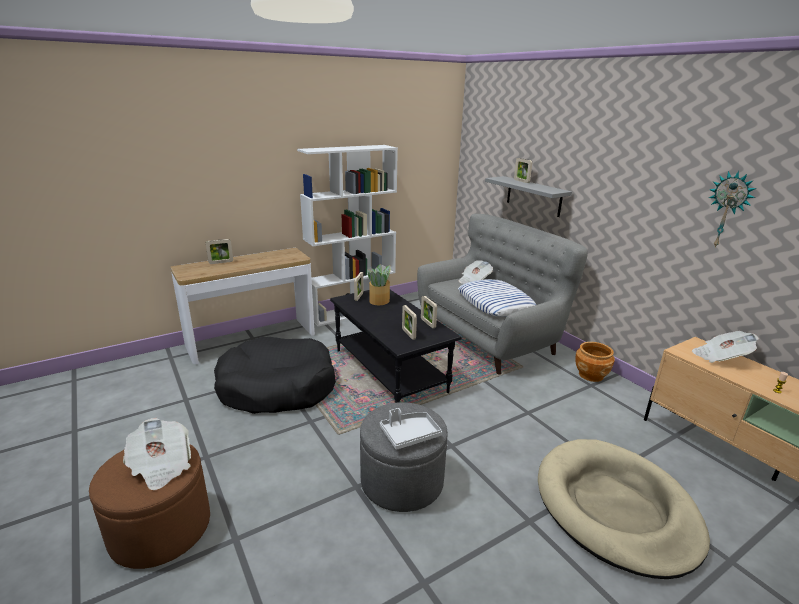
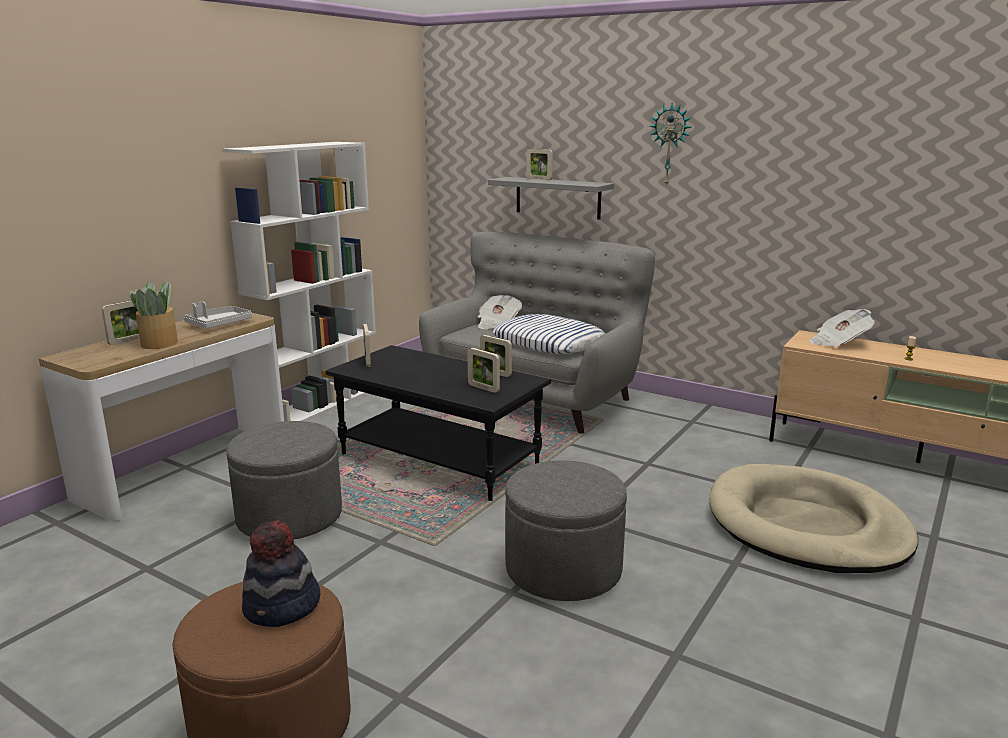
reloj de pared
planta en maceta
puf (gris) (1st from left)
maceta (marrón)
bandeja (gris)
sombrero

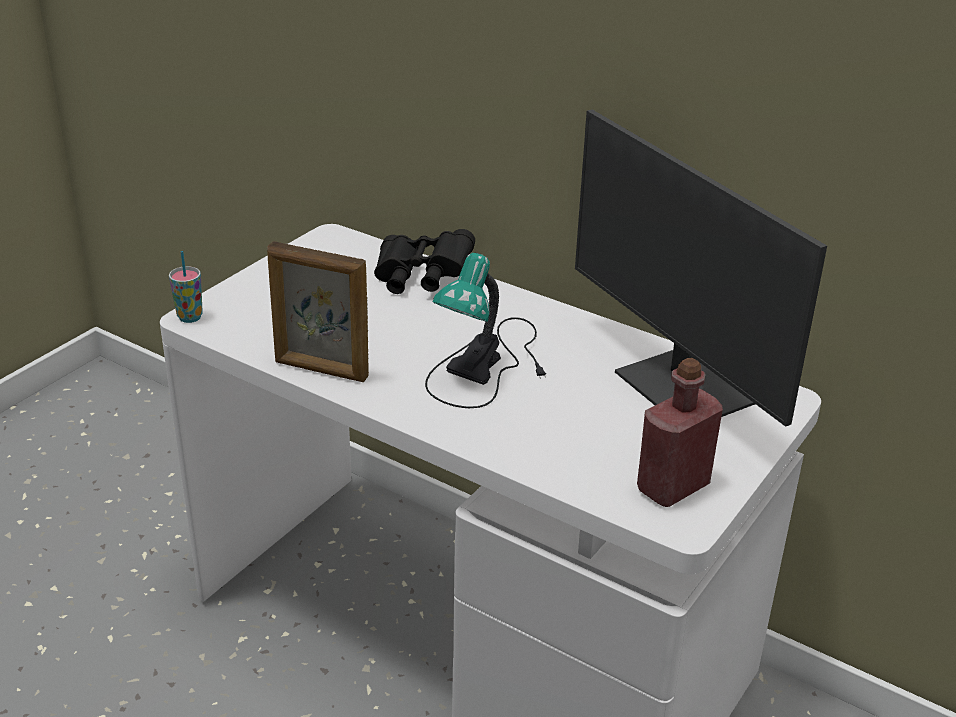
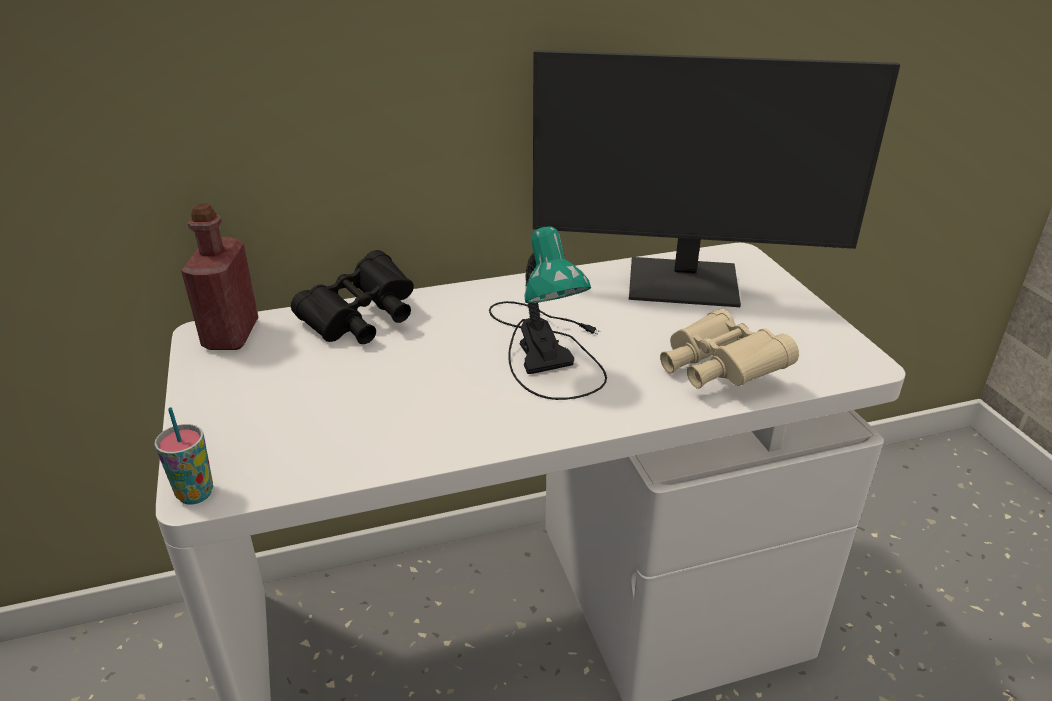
portarretratos
botella (rojo)
prismáticos (beis)

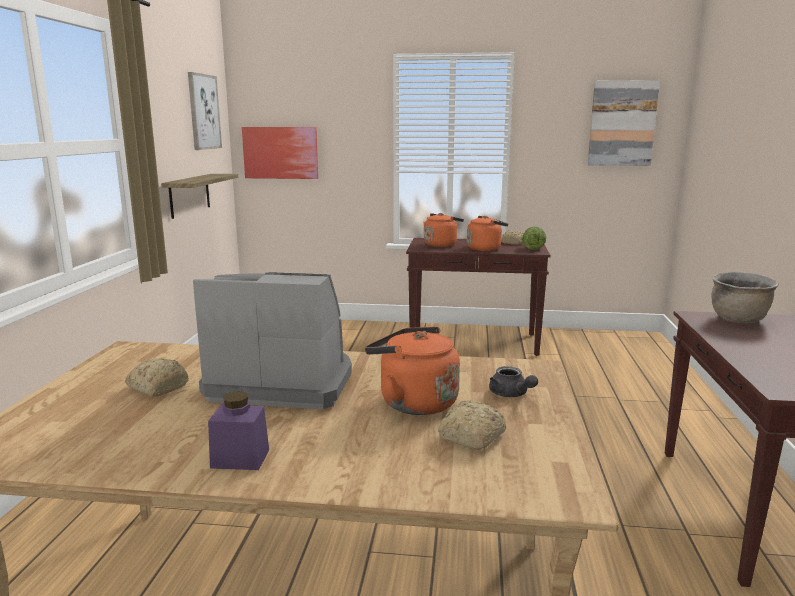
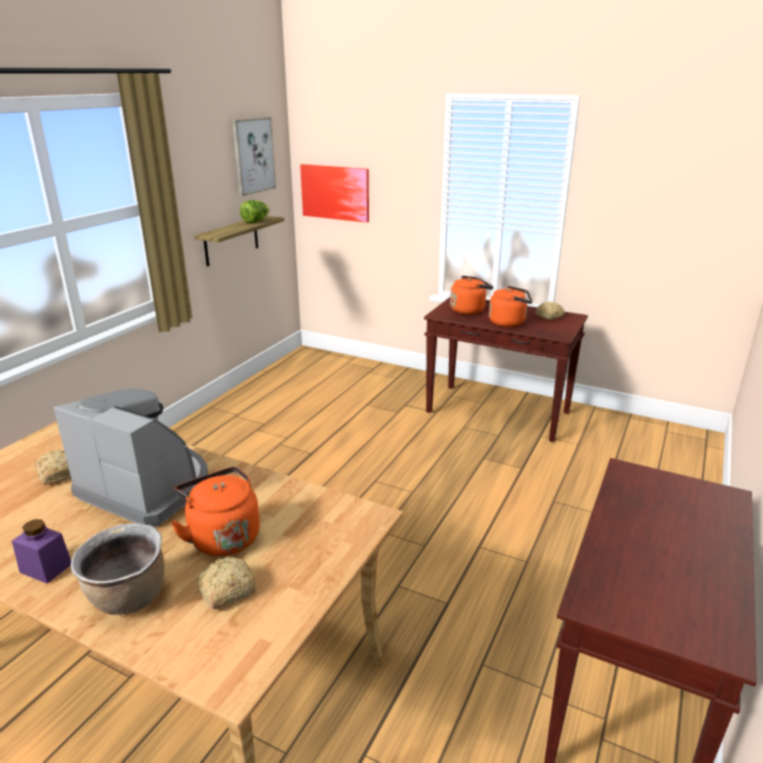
cuadro (3rd from left in the first image)
lechuga
olla (marrón)
tetera (gris)

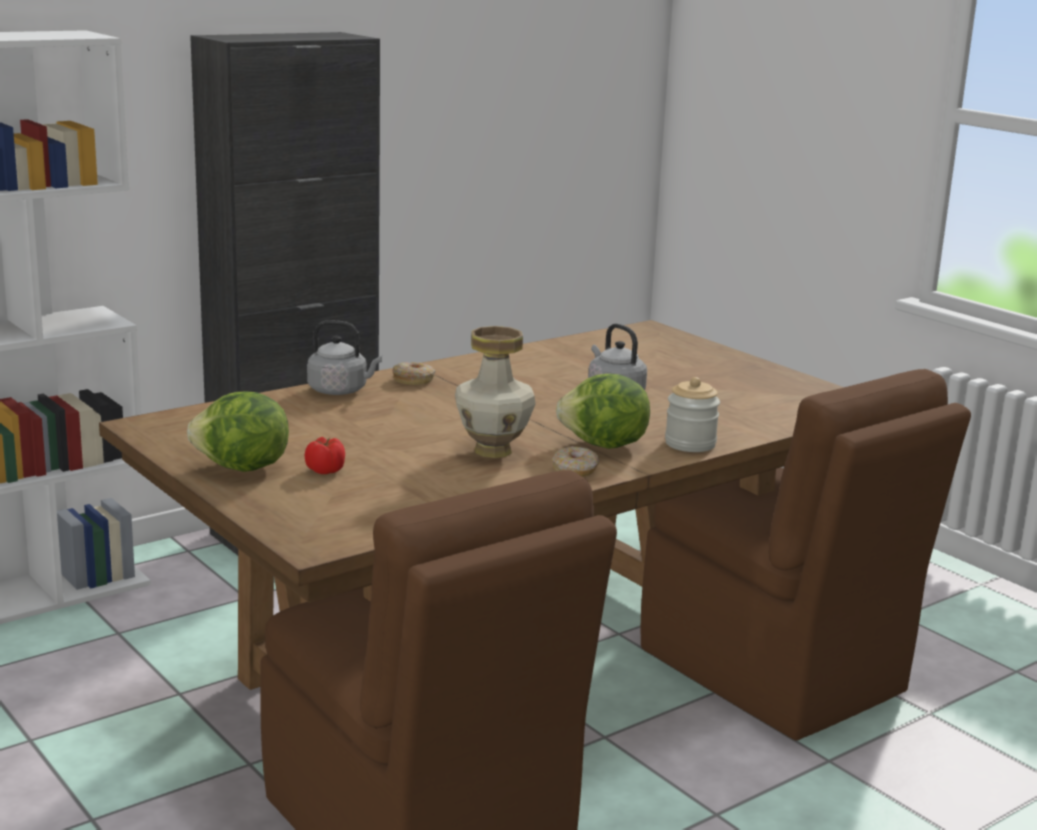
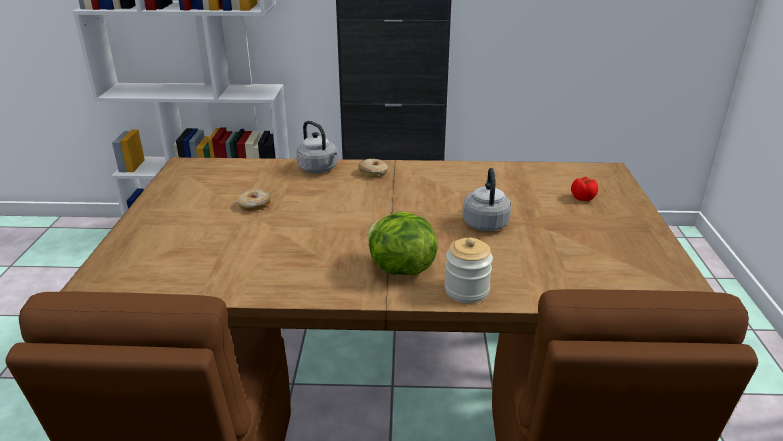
florero
lechuga (1st from left in the first image)
tomate
rosquilla (1st from left)

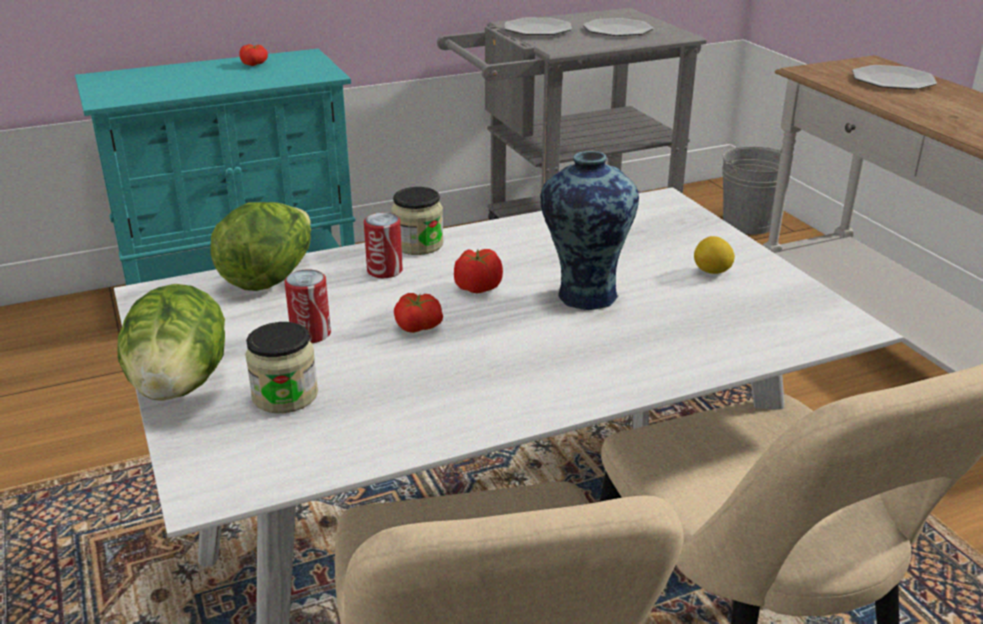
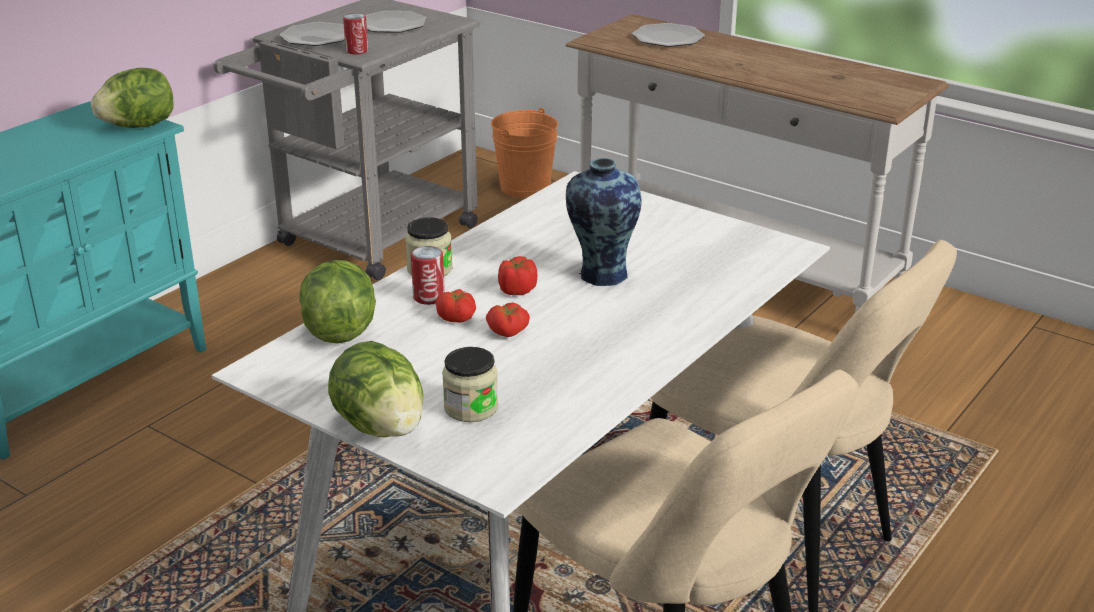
tomate (1st from left)
cubo (naranja)
limón
lata (1st from left)
lechuga (1st from left)

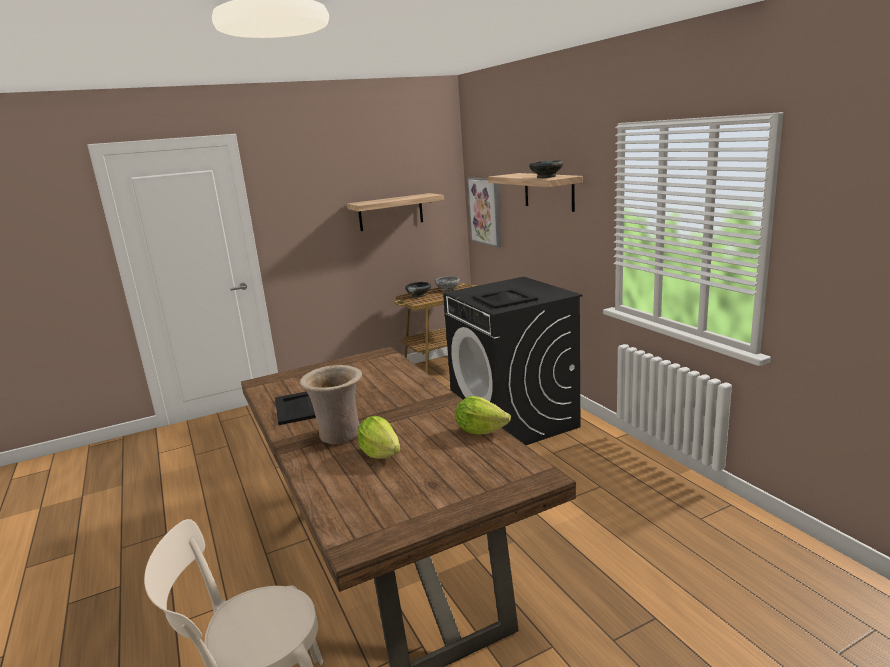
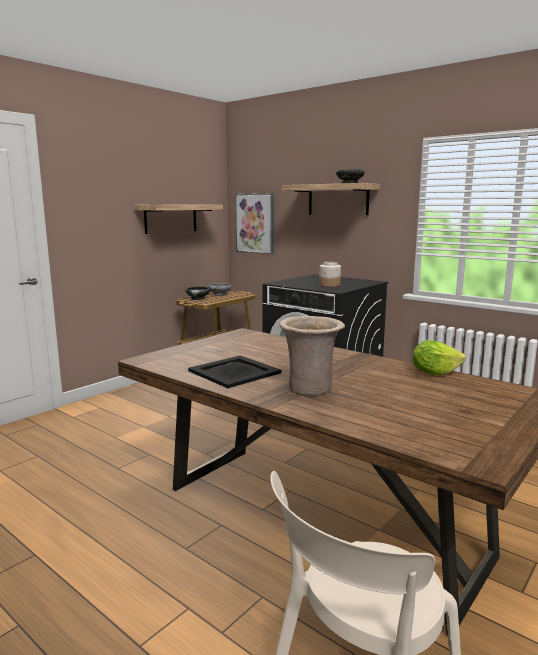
tarro
lechuga (1st from left in the first image)

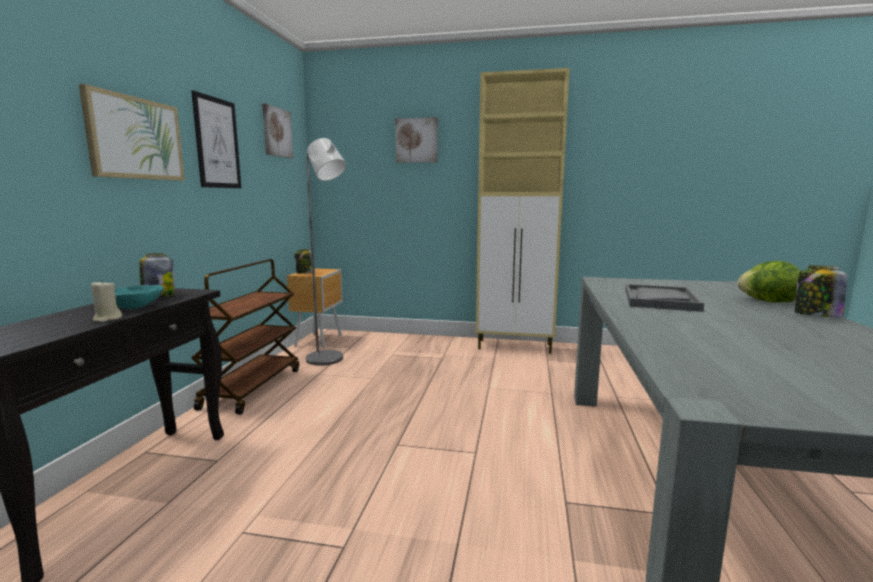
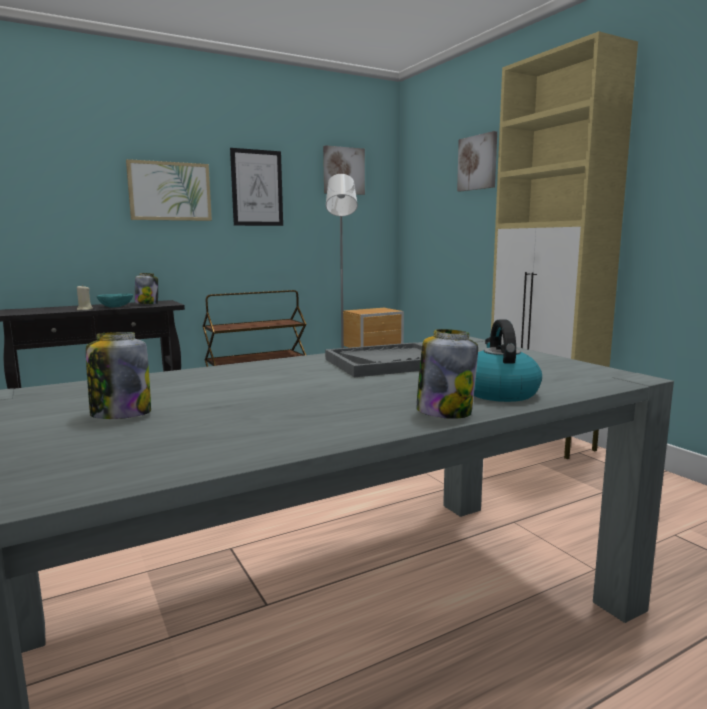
tarro (1st from left)
hervidor

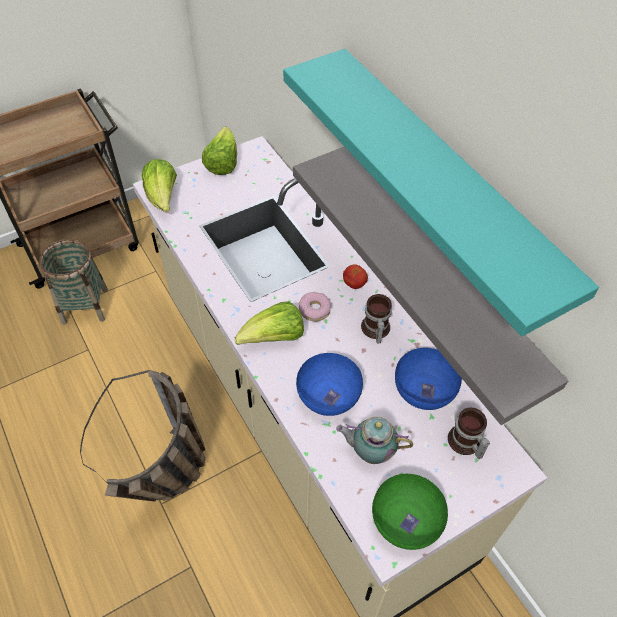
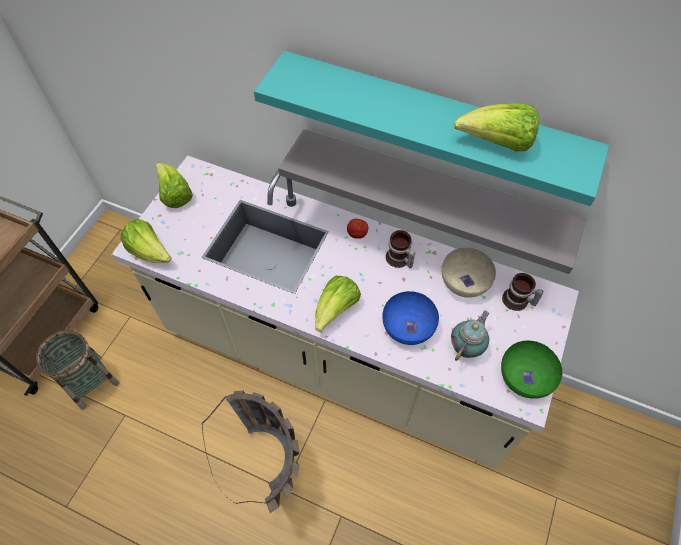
rosquilla
cuenco (beis)
tetera
lechuga (4th from left)

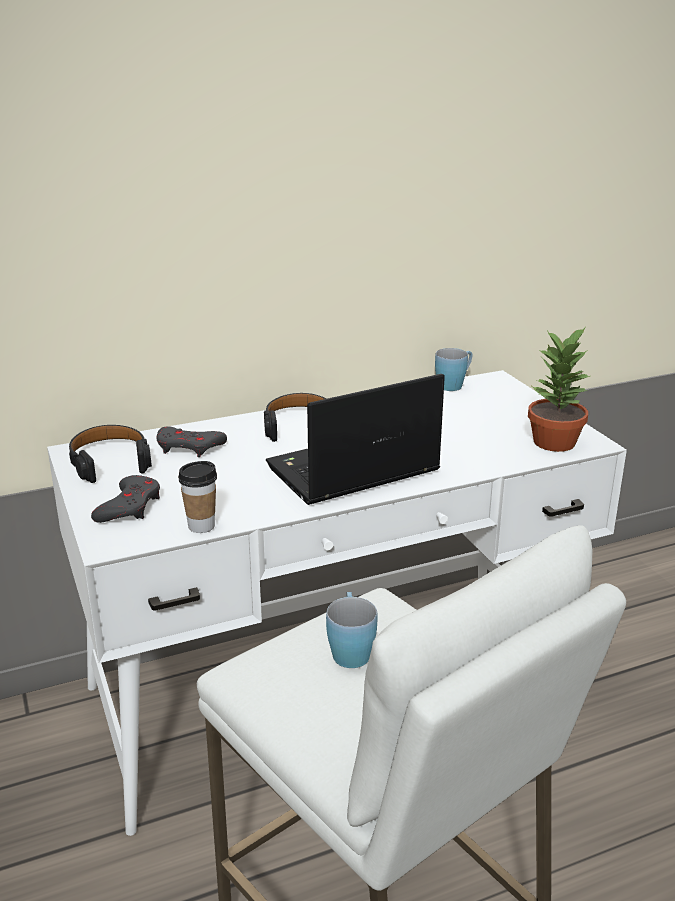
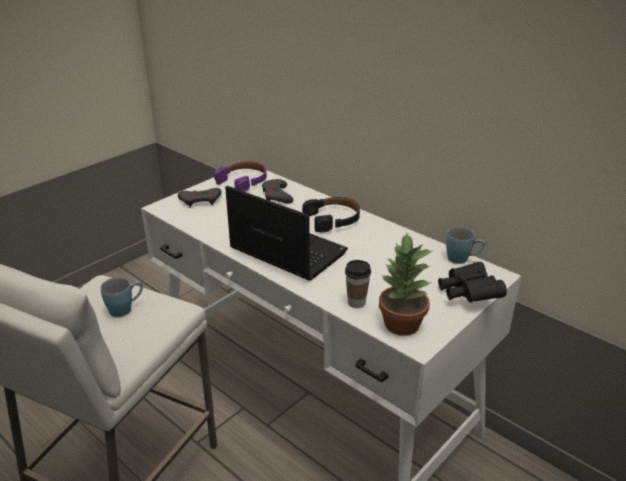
auriculares (morado)
taza
prismáticos (negro)

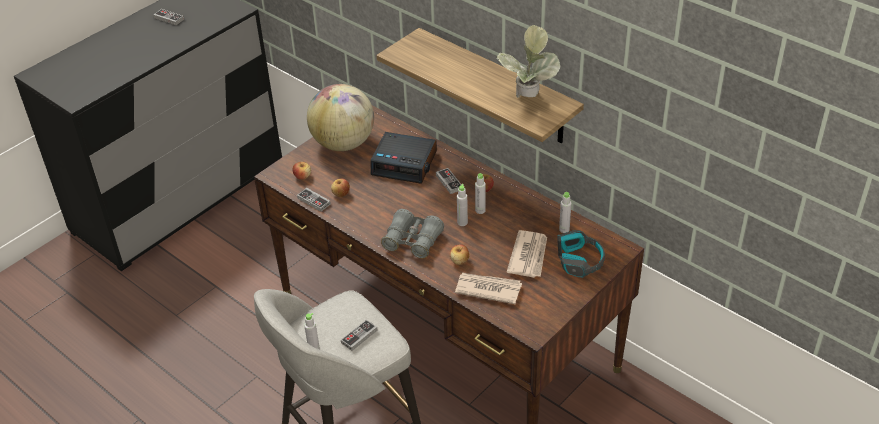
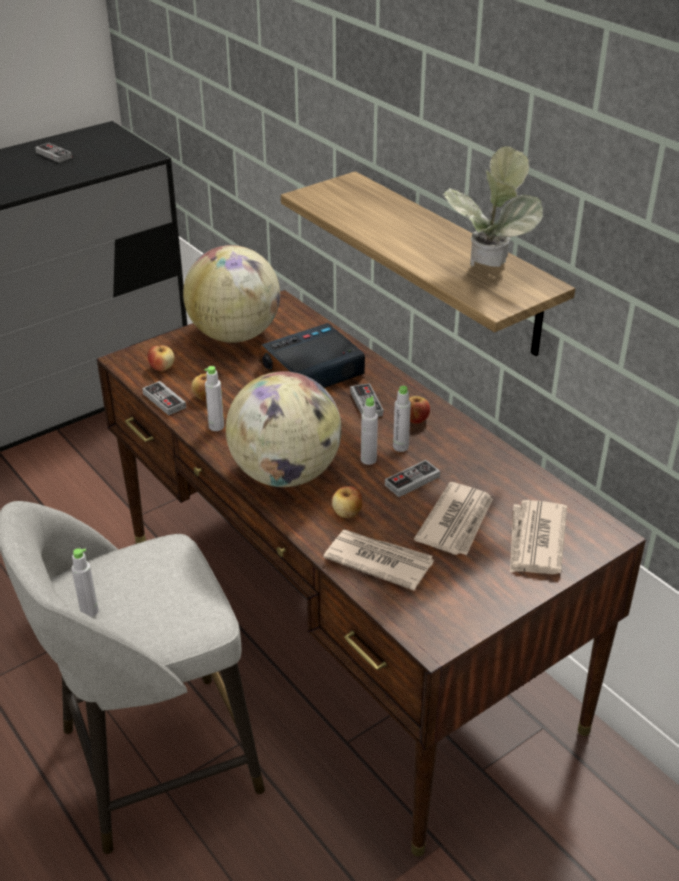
despertador
botella (gris) (2nd from left)
globo terráqueo (2nd from left)
periódico (3rd from left)
mando de consola (4th from left)

